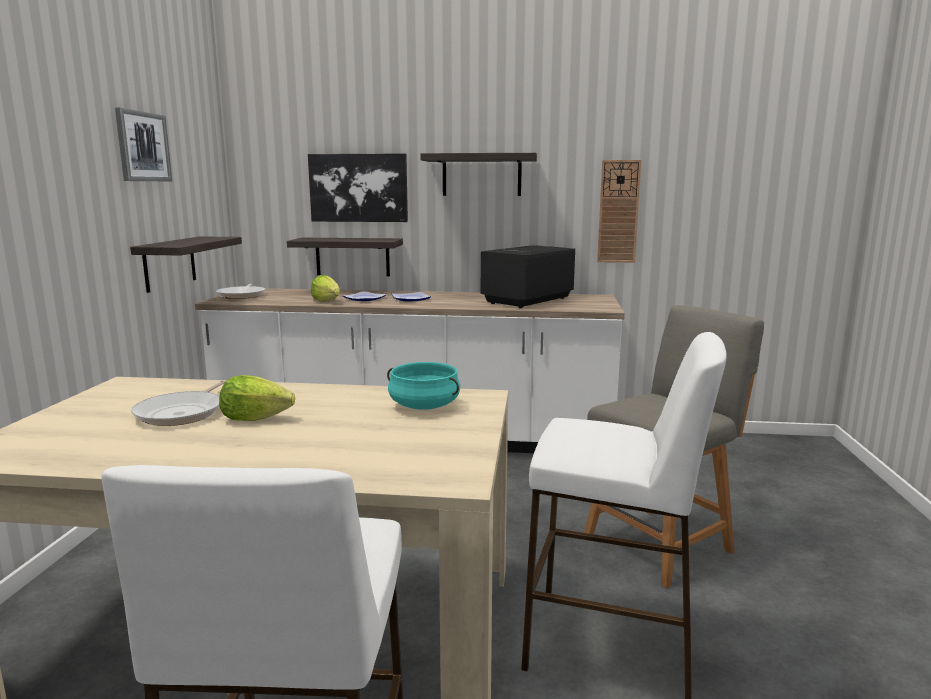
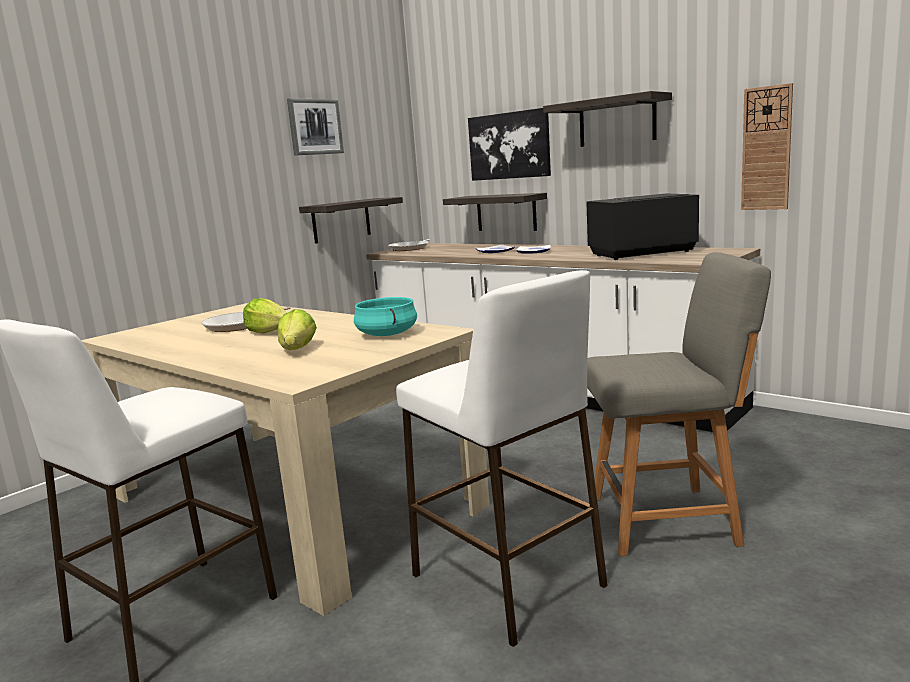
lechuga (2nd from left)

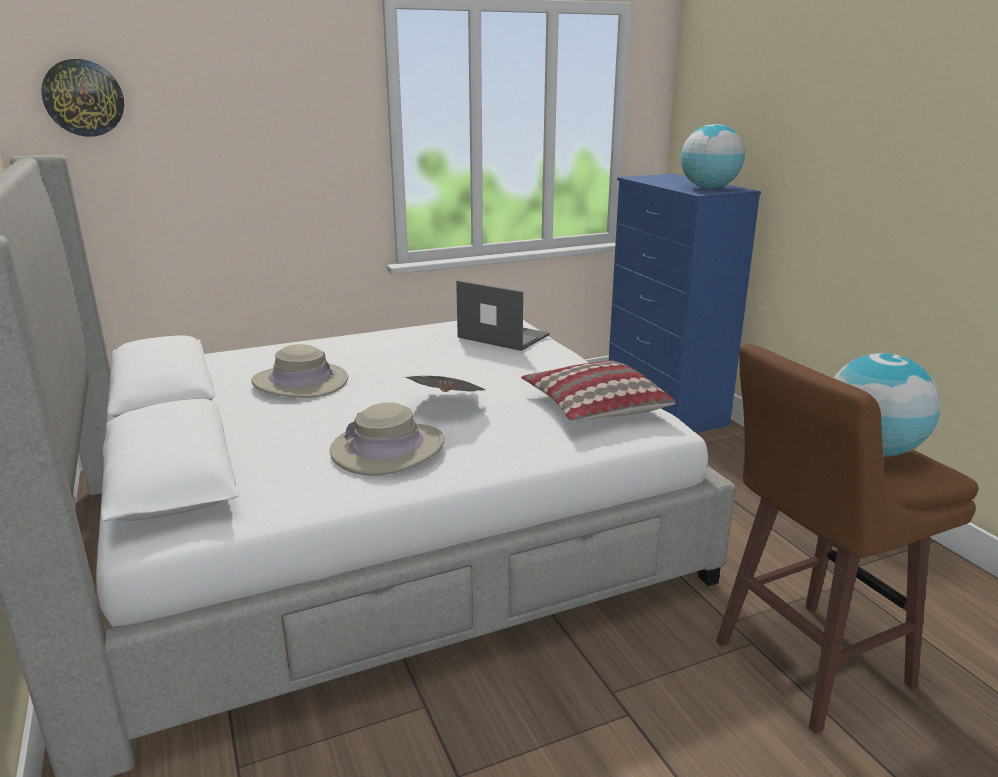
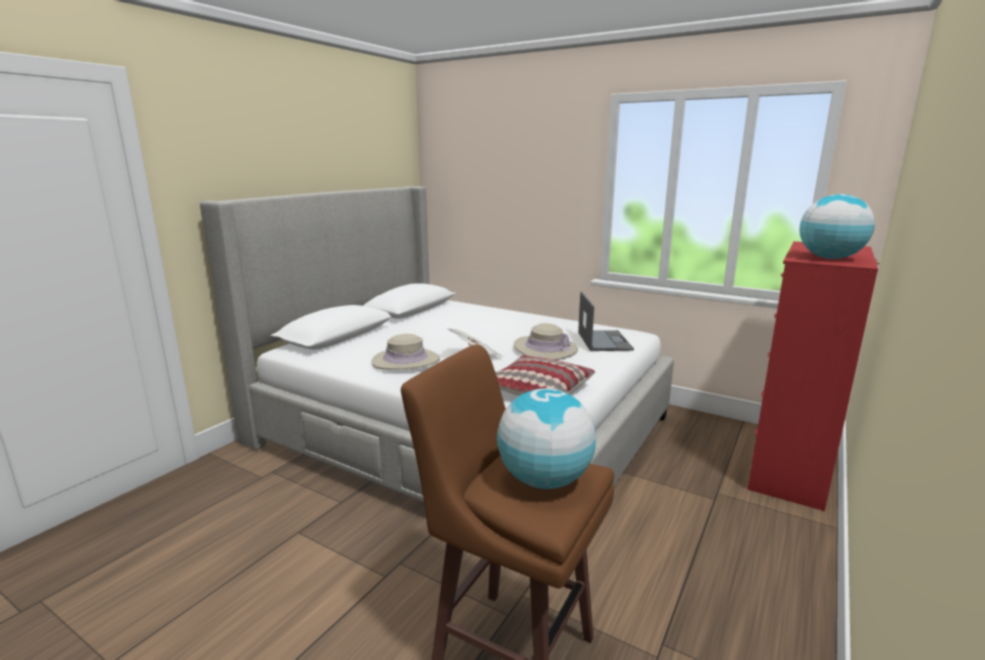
reloj de pared
cómoda (rojo)
sombrero (beis) (2nd from left)

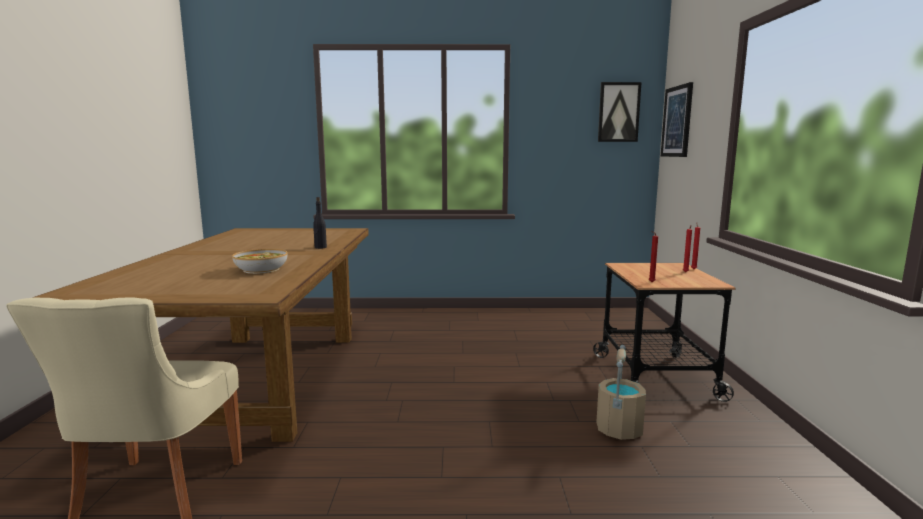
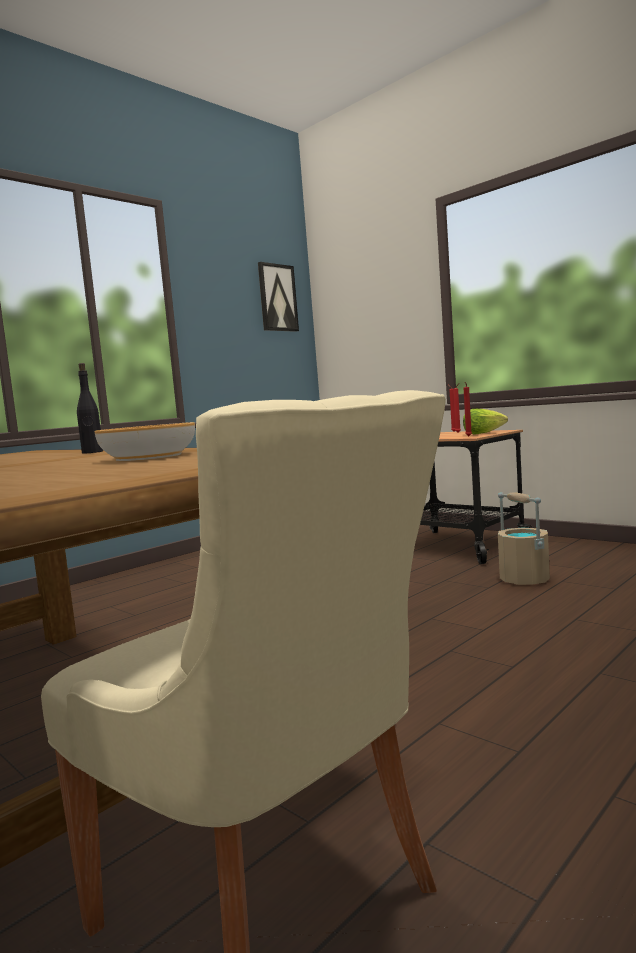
cuadro (2nd from left in the first image)
lechuga

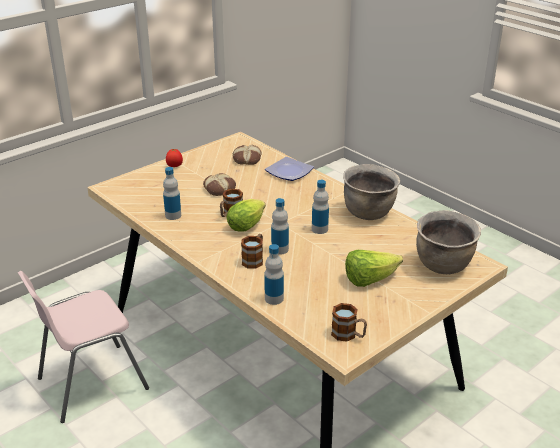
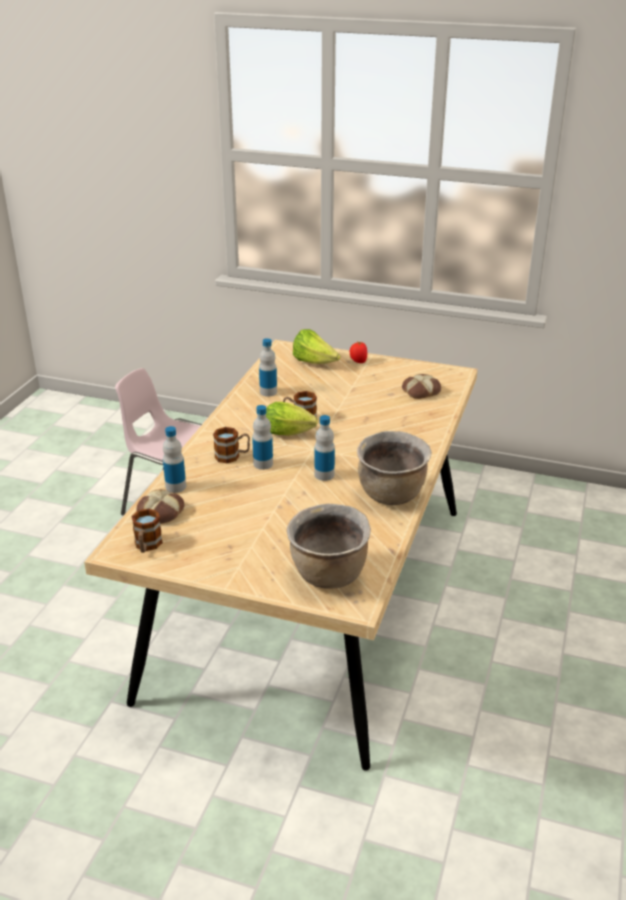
plato
pan (1st from left)
lechuga (2nd from left)

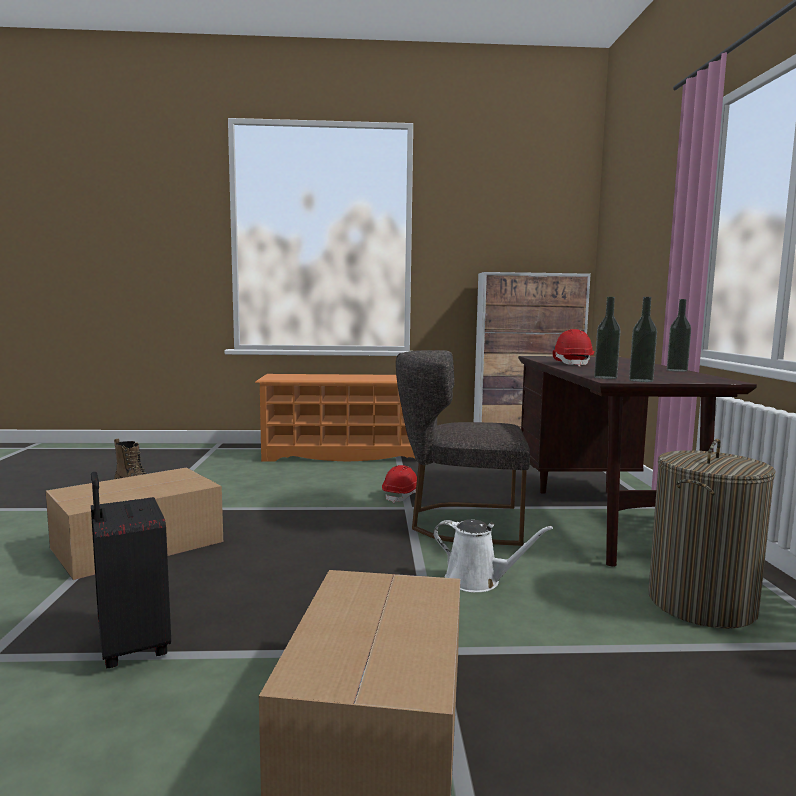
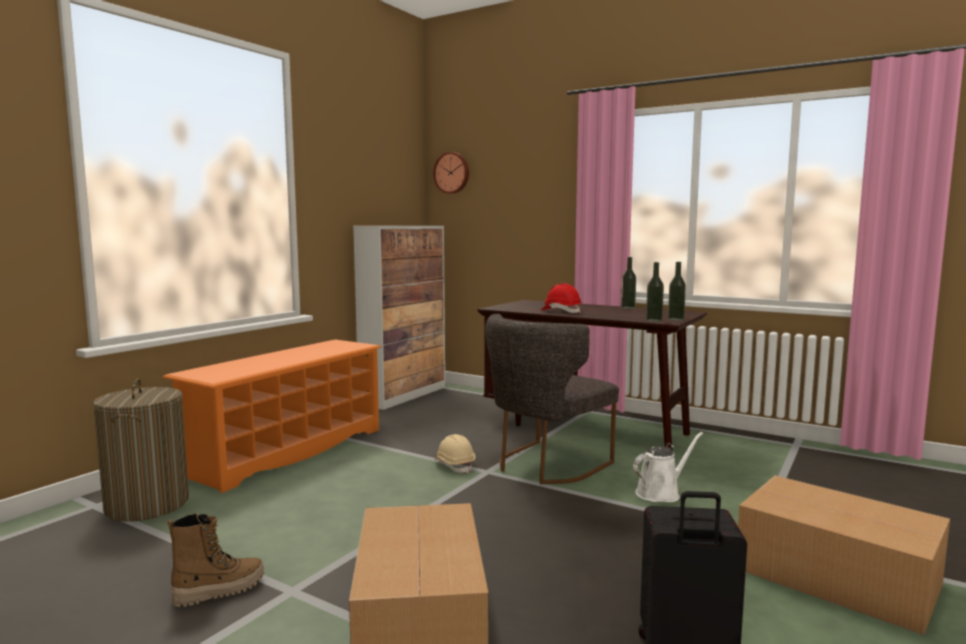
cesto de la ropa
casco (beis)
reloj de pared

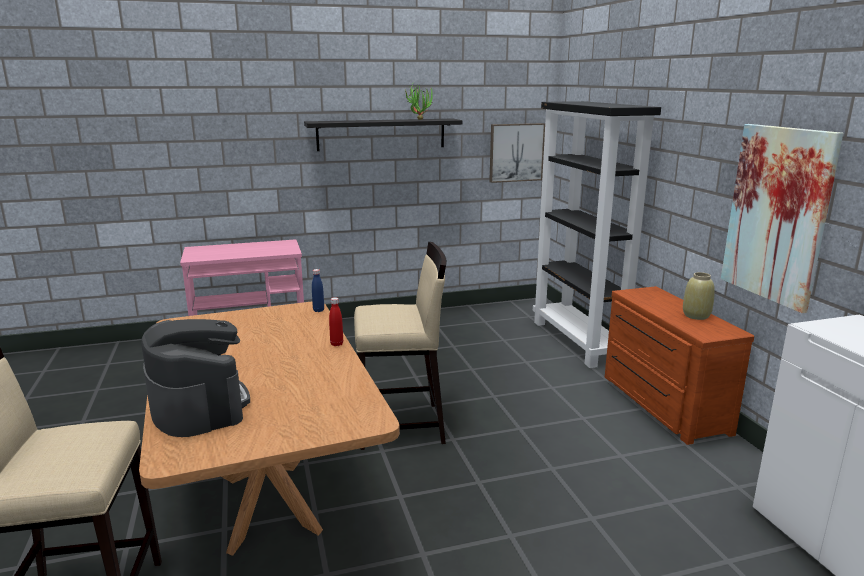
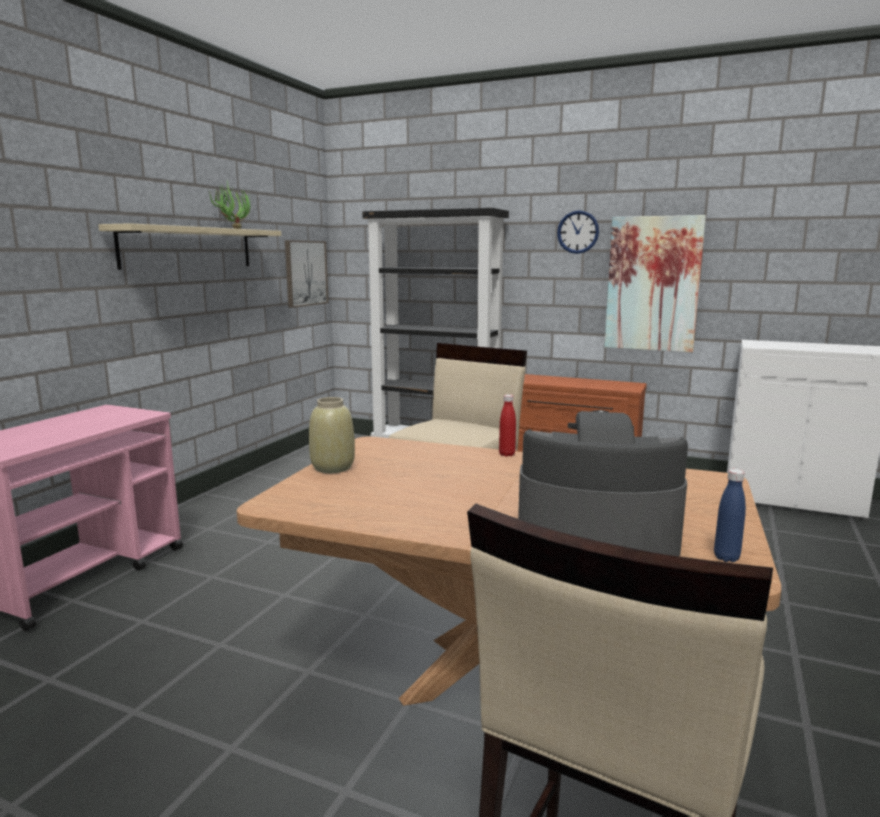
estante (beis)
botella (azul)
florero (beis)
reloj de pared

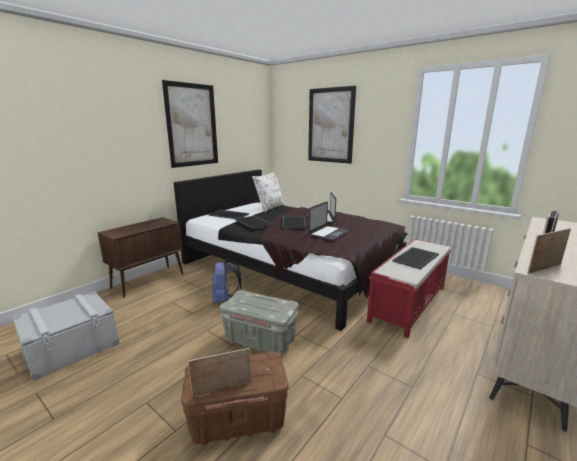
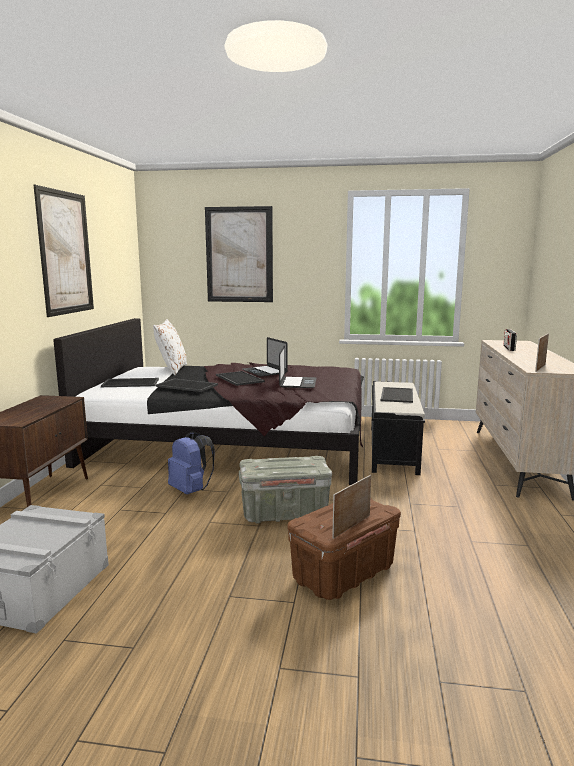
banco (negro)

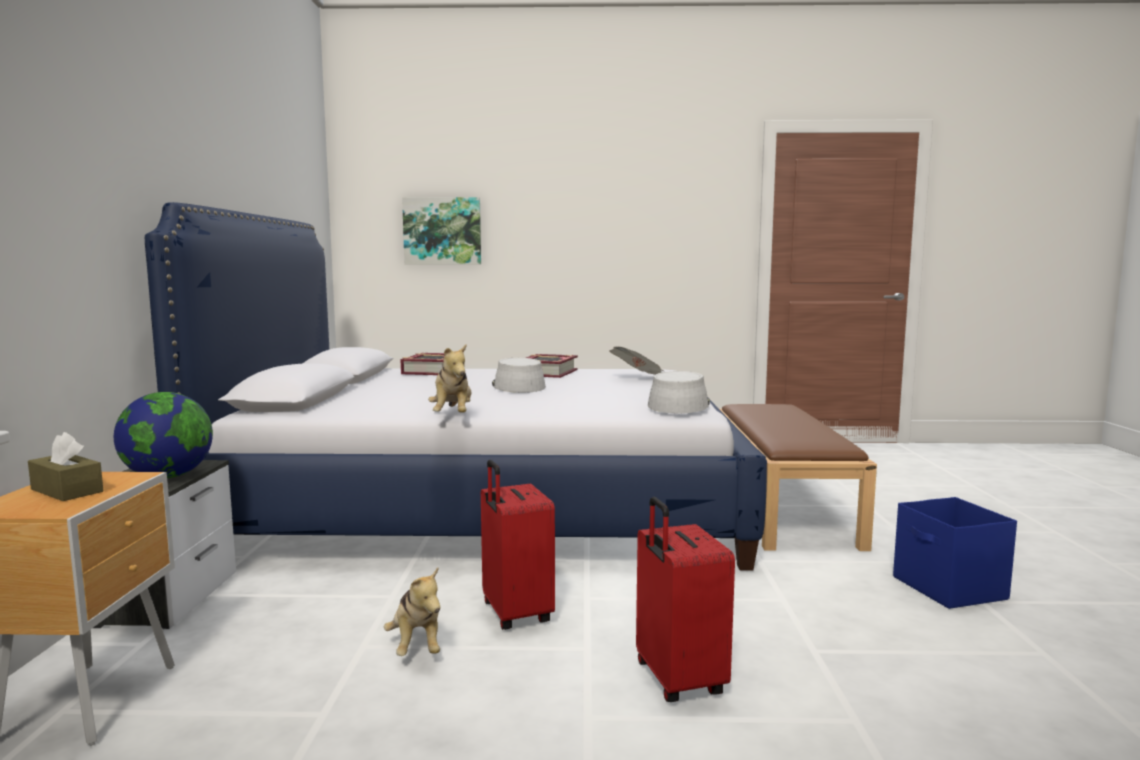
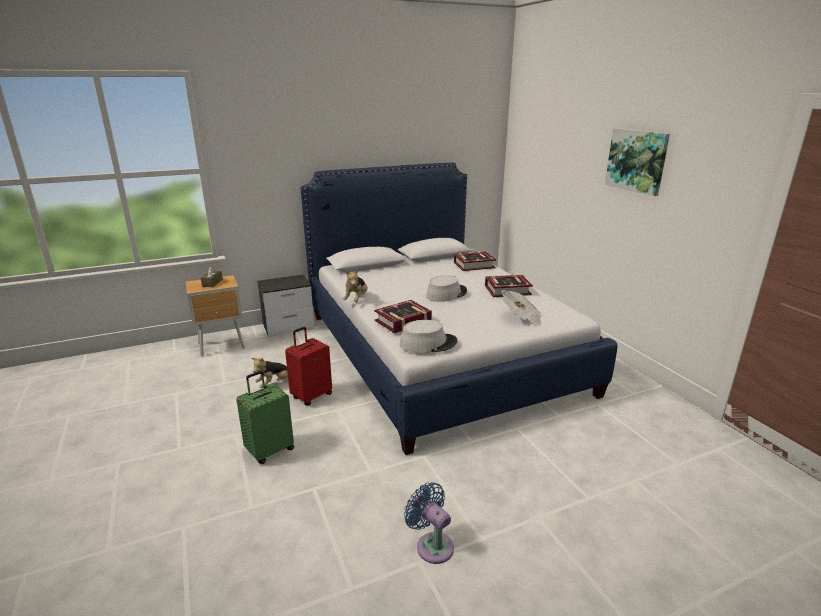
cuadro
peluche (2nd from left)
globo terráqueo
banco (marrón)
maleta (verde)
ventilador (azul)
libro (1st from left)

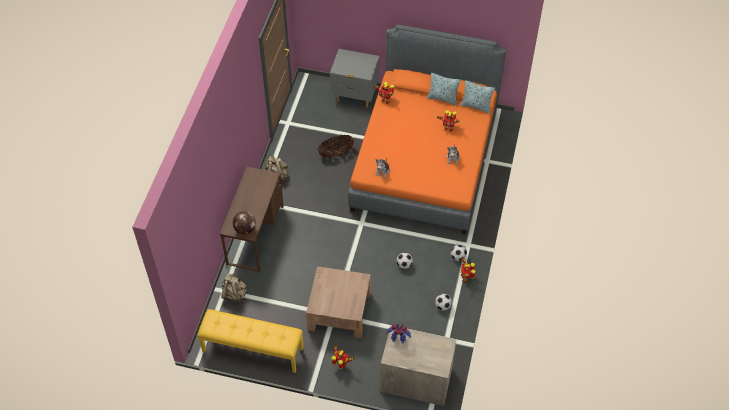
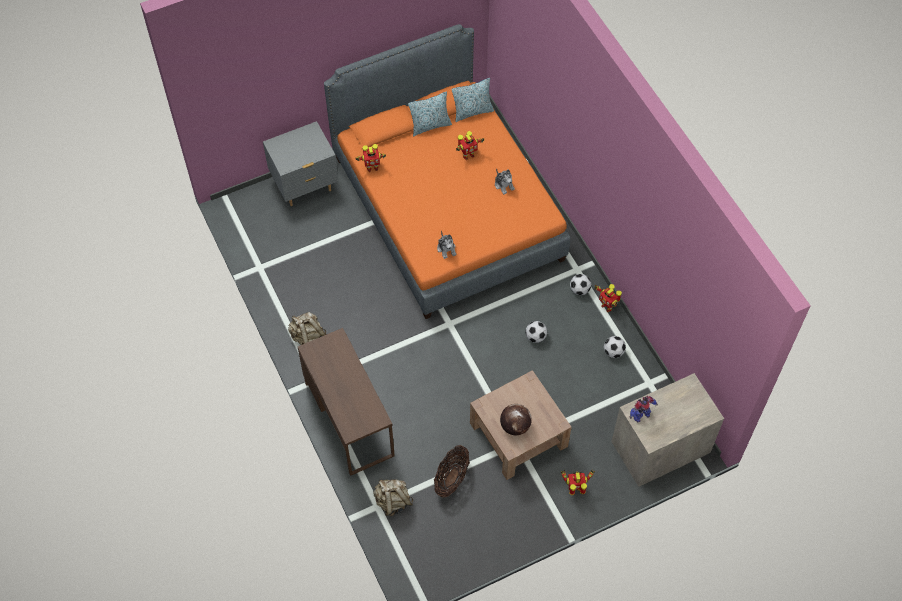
cesta
globo terráqueo
banco (amarillo)

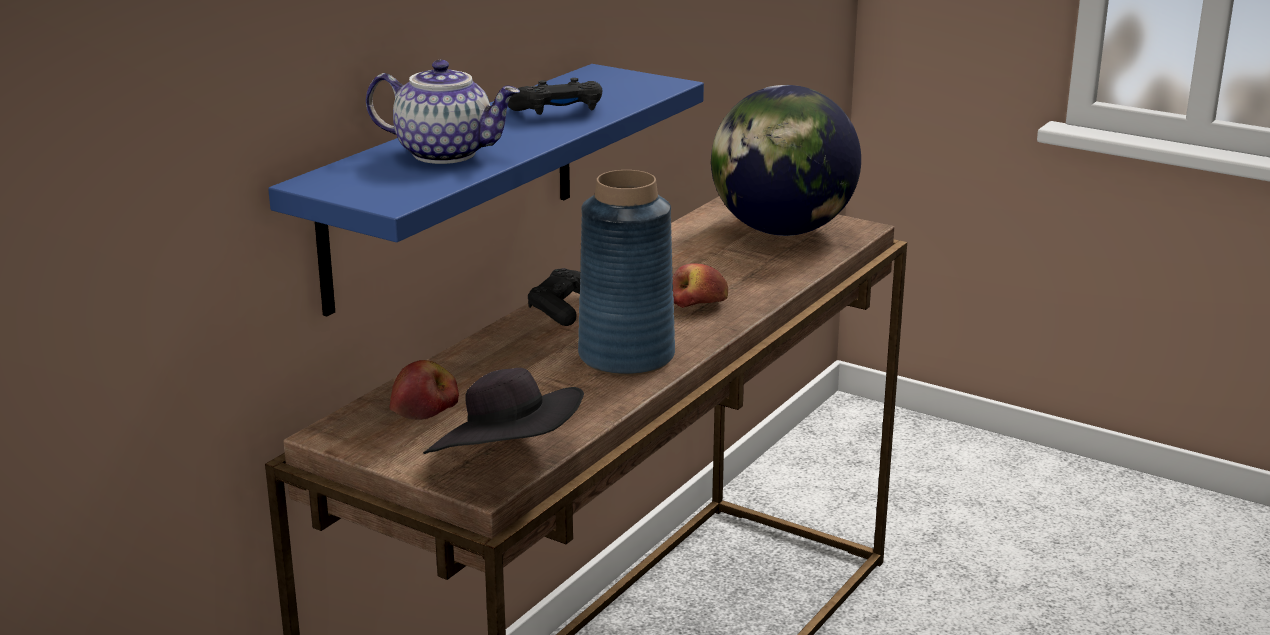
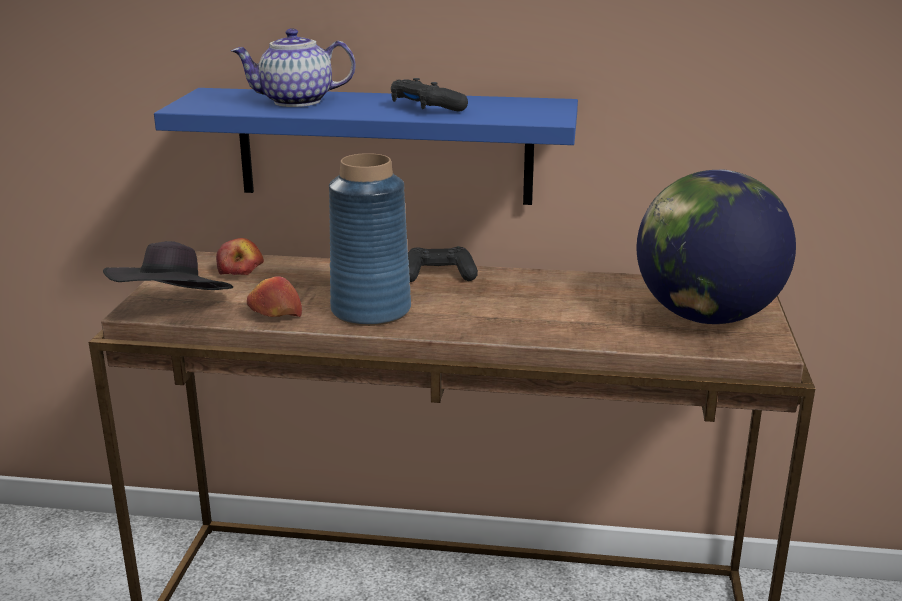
tetera
manzana (2nd from left)

